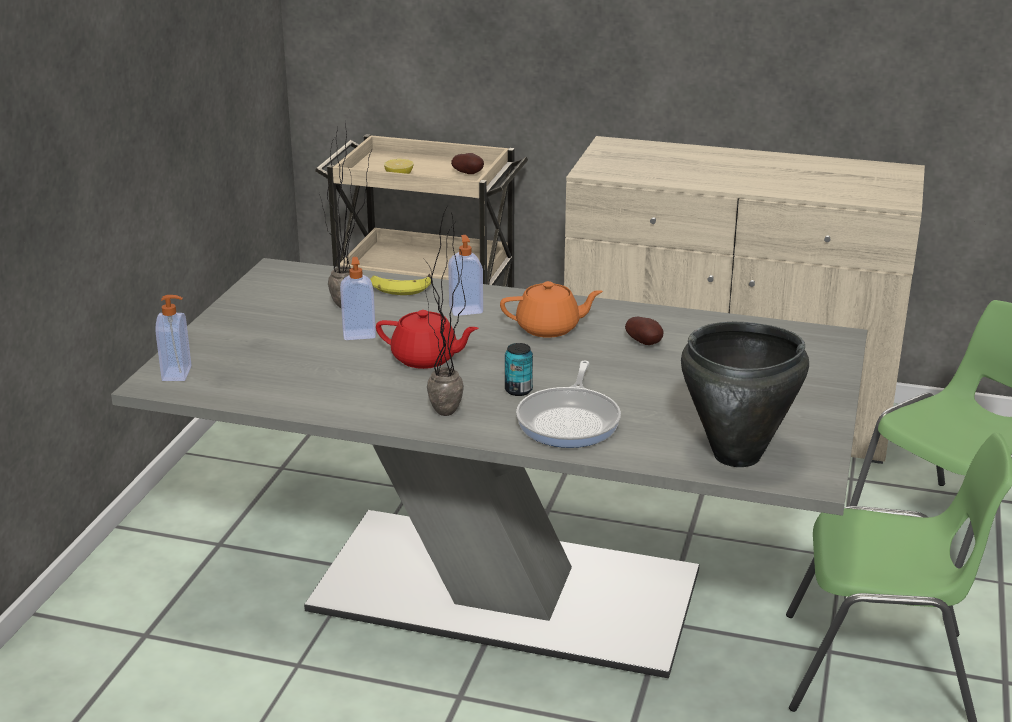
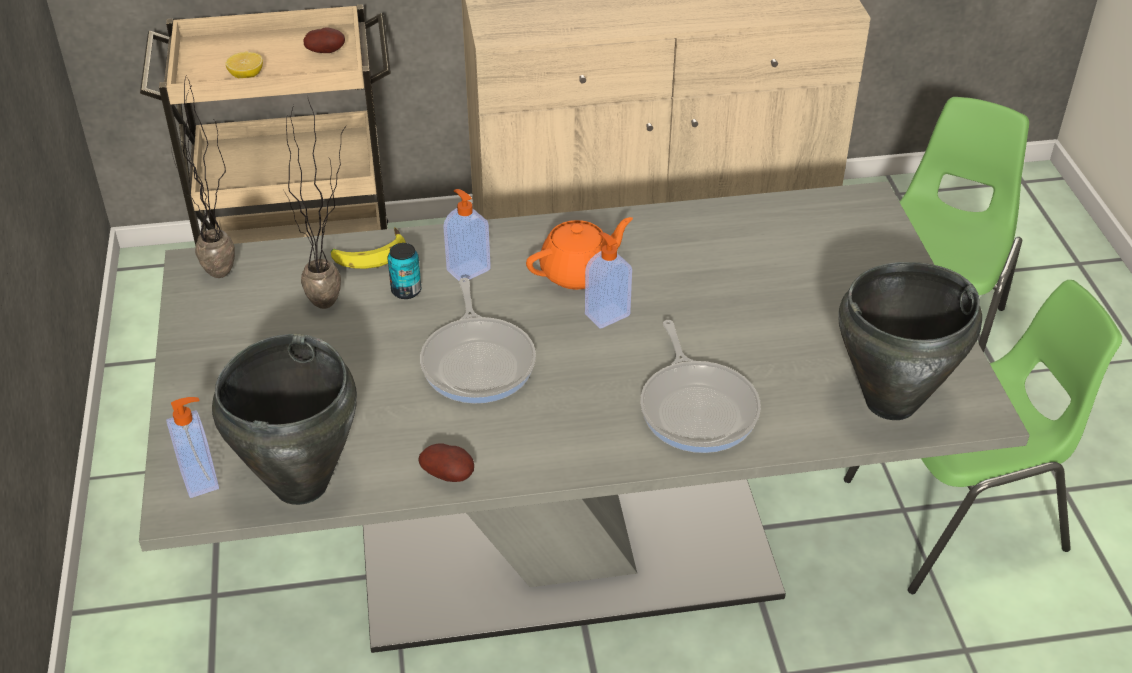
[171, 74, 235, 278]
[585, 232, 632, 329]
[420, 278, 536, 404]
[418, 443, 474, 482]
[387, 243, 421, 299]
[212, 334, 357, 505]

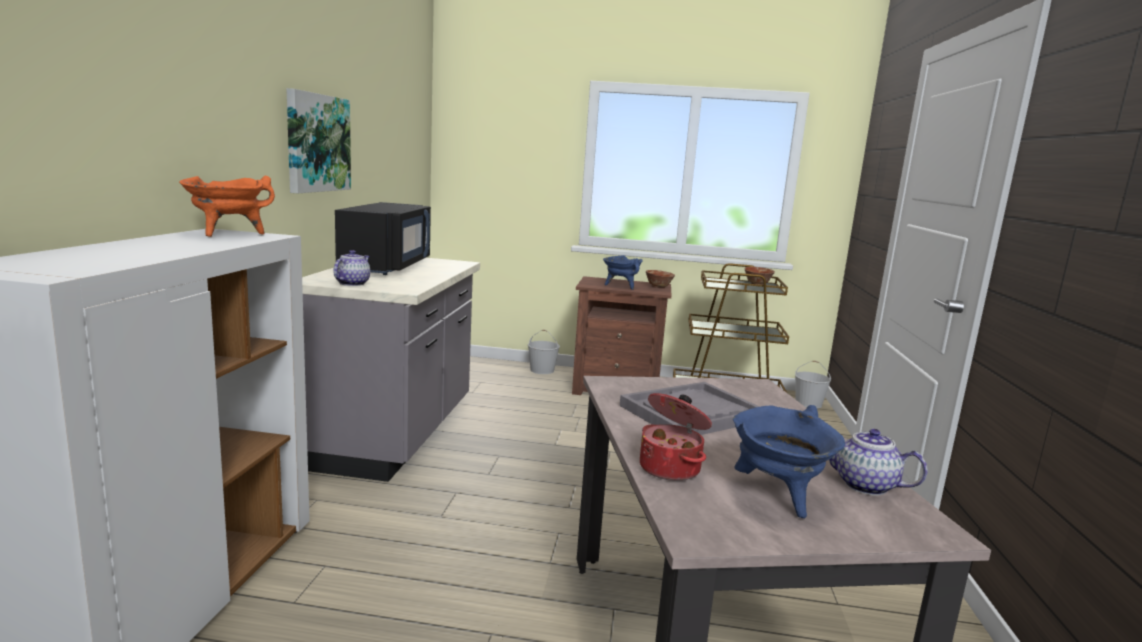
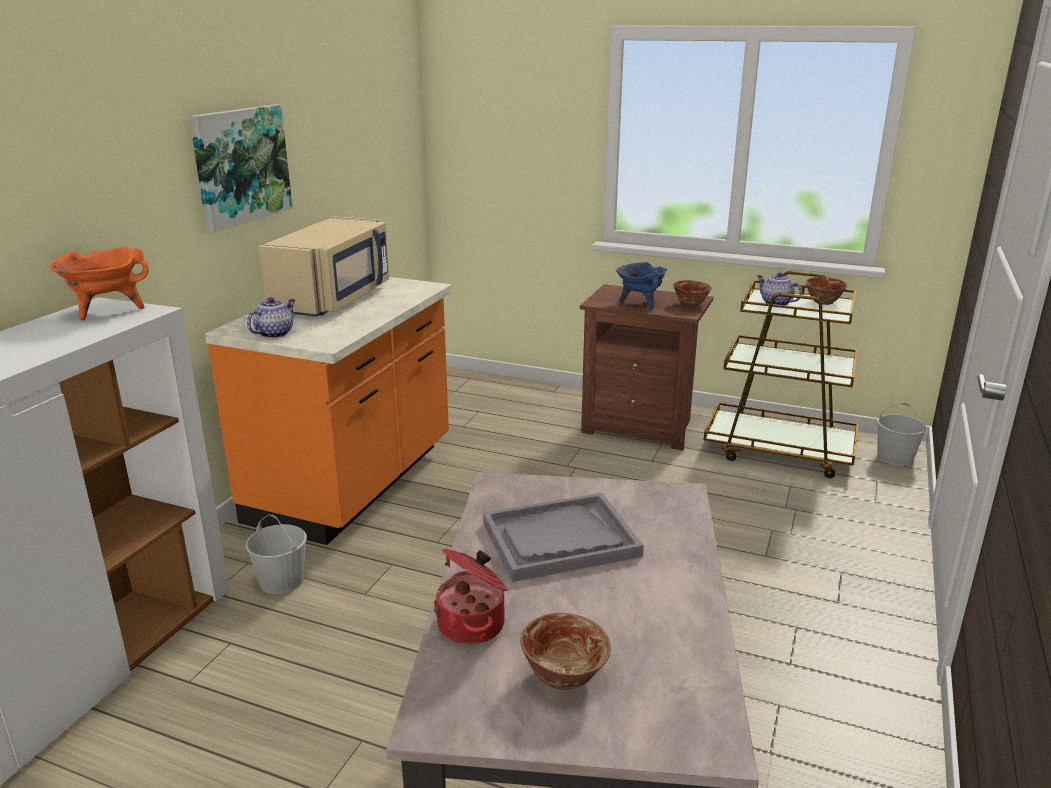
[259, 216, 389, 317]
[205, 277, 451, 545]
[245, 514, 307, 594]
[520, 613, 611, 690]
[757, 273, 802, 305]

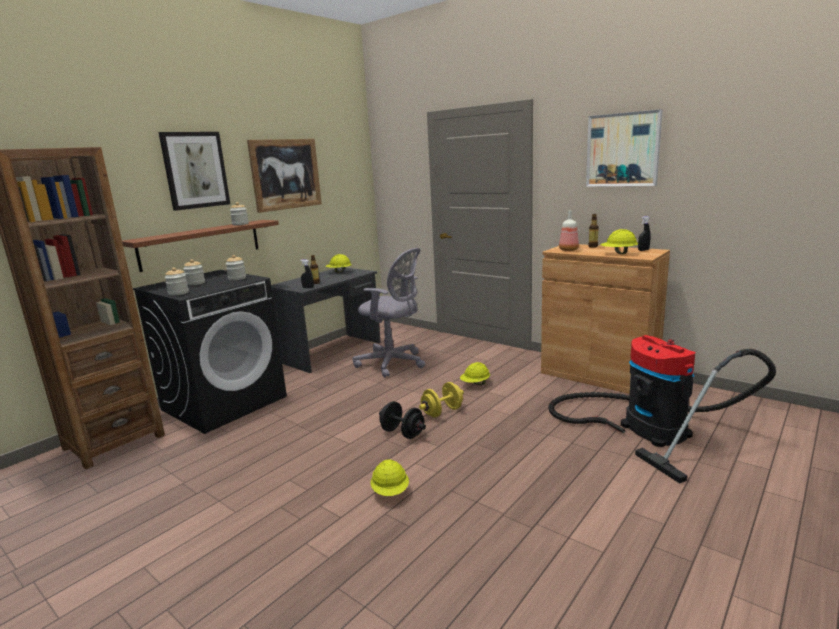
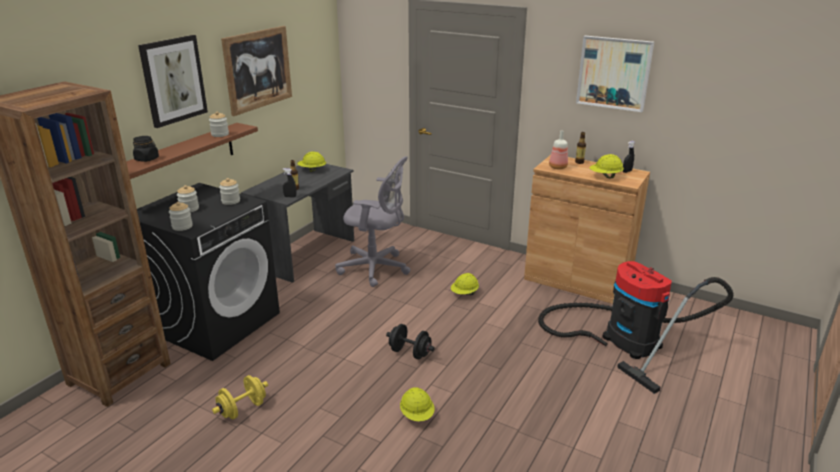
[212, 375, 268, 420]
[133, 136, 159, 162]

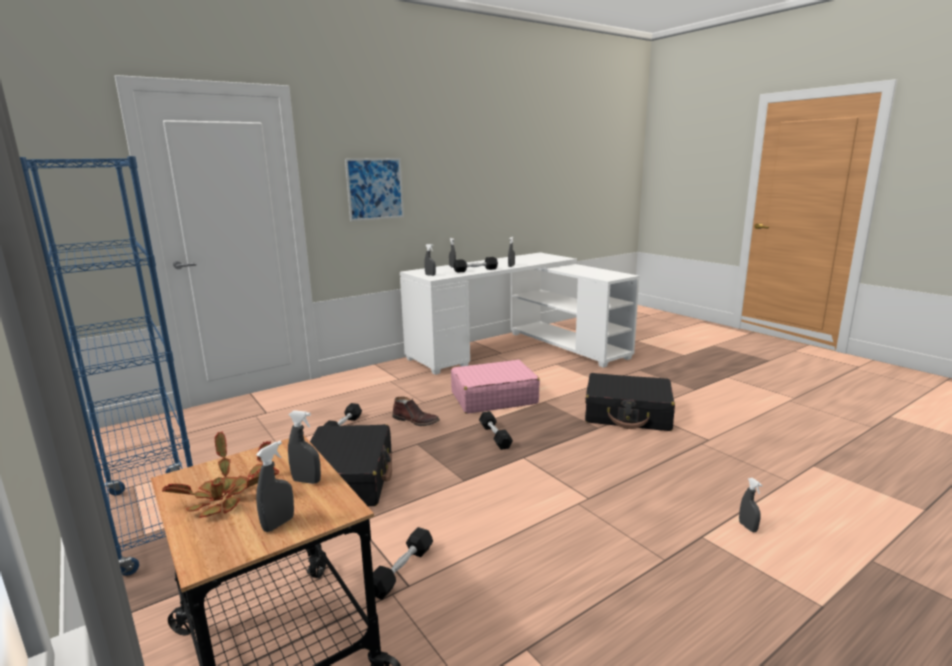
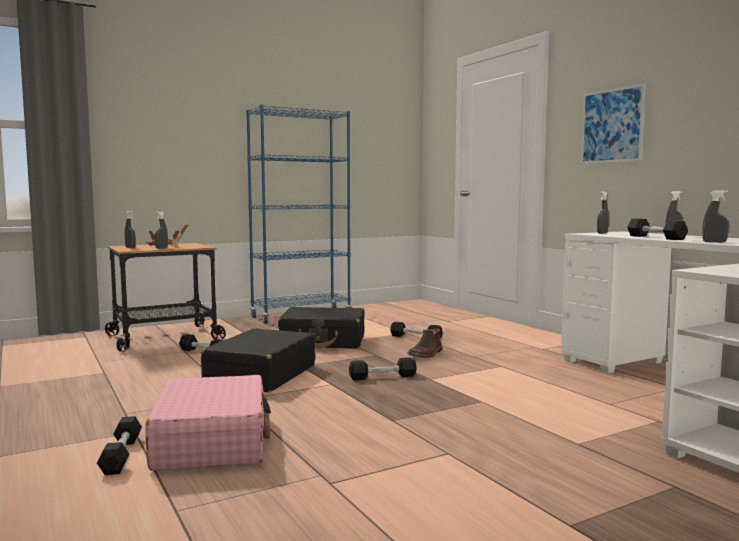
[145, 375, 271, 470]
[201, 328, 315, 392]
[97, 416, 142, 475]

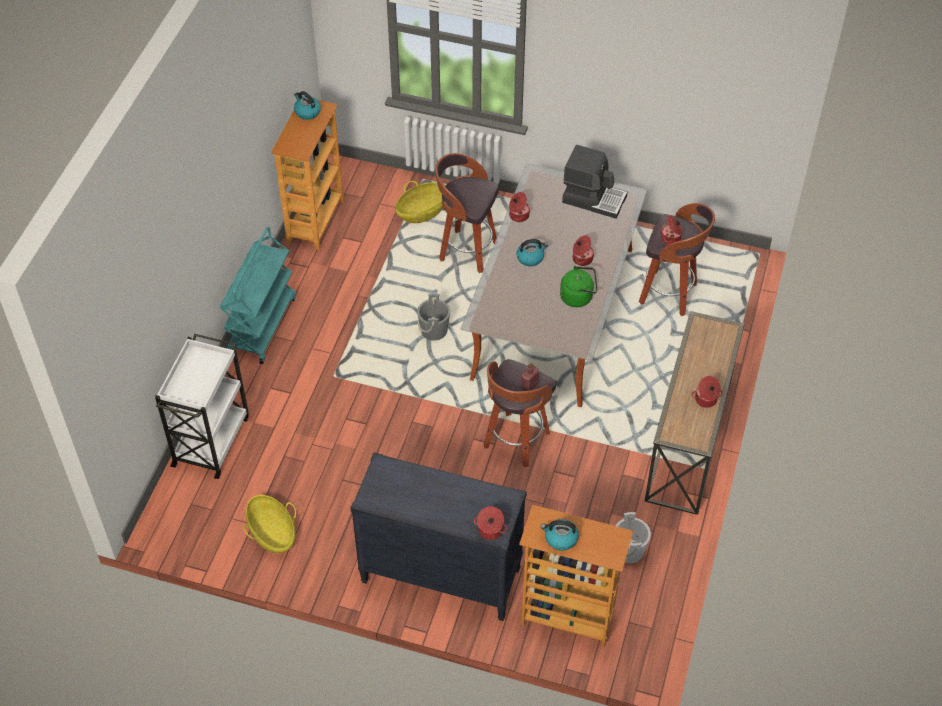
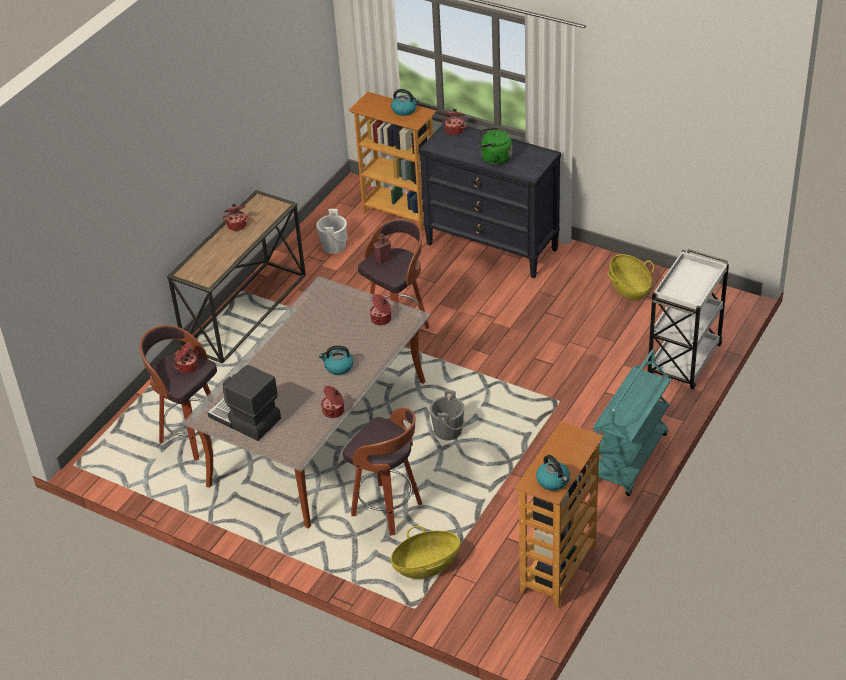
[370, 294, 391, 325]
[477, 127, 512, 165]

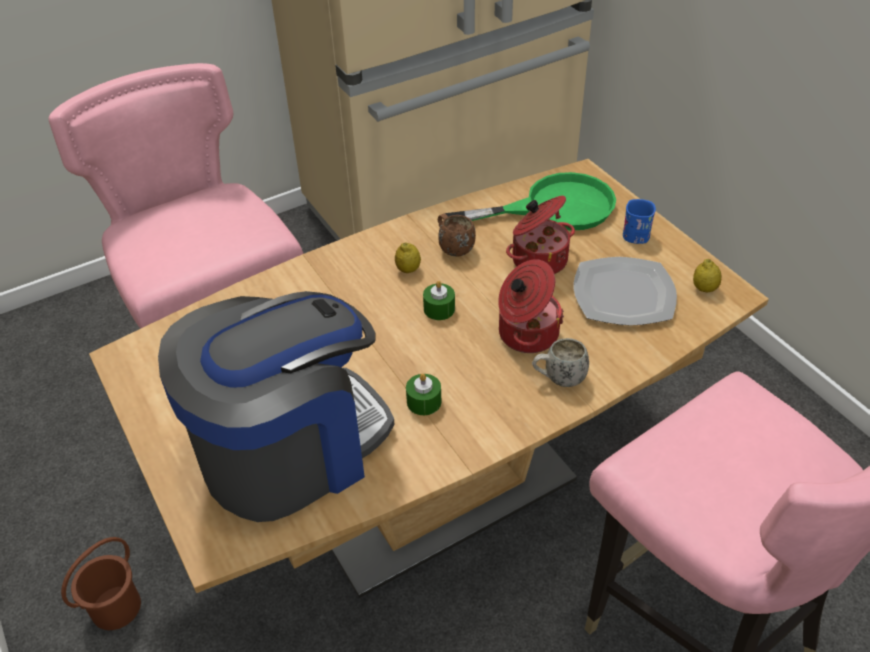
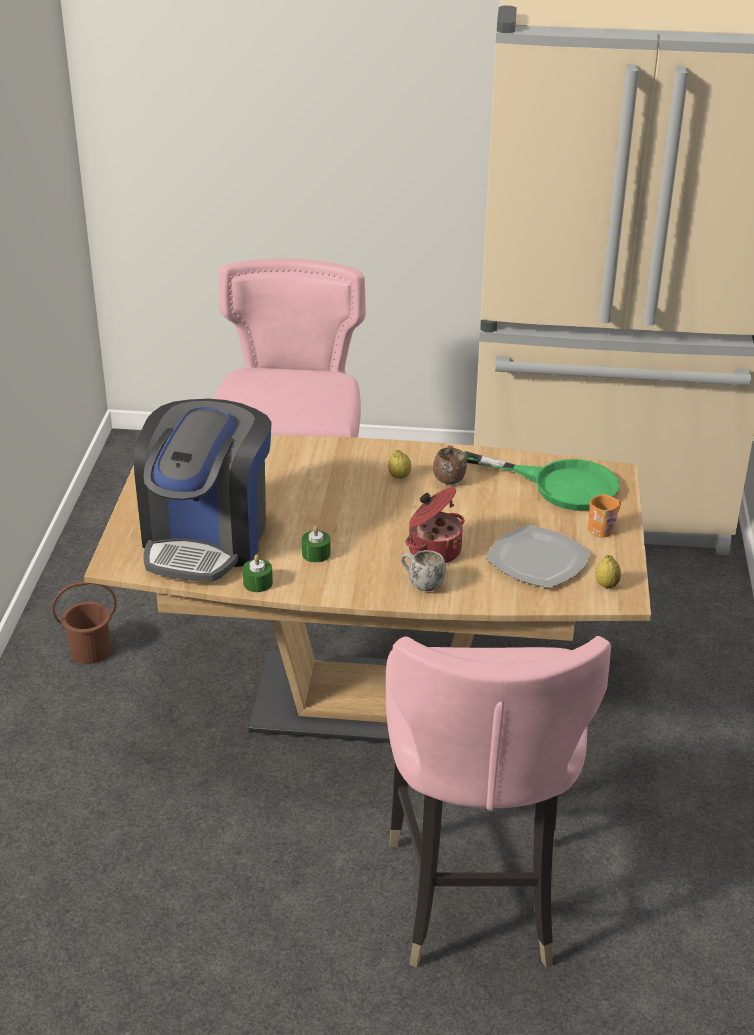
[506, 196, 575, 274] (first image)
[587, 494, 621, 538]
[243, 555, 273, 592]
[134, 399, 272, 582]

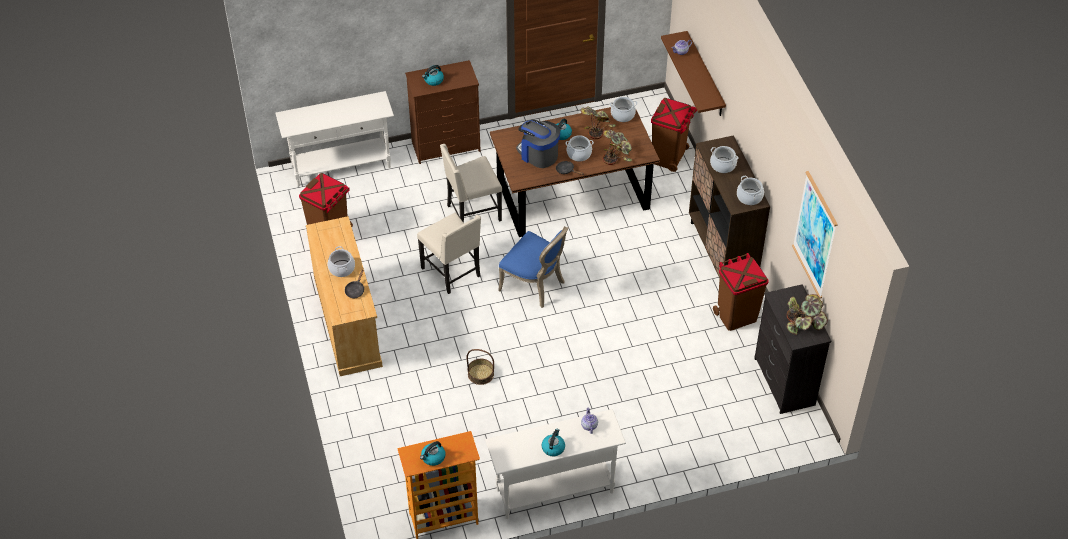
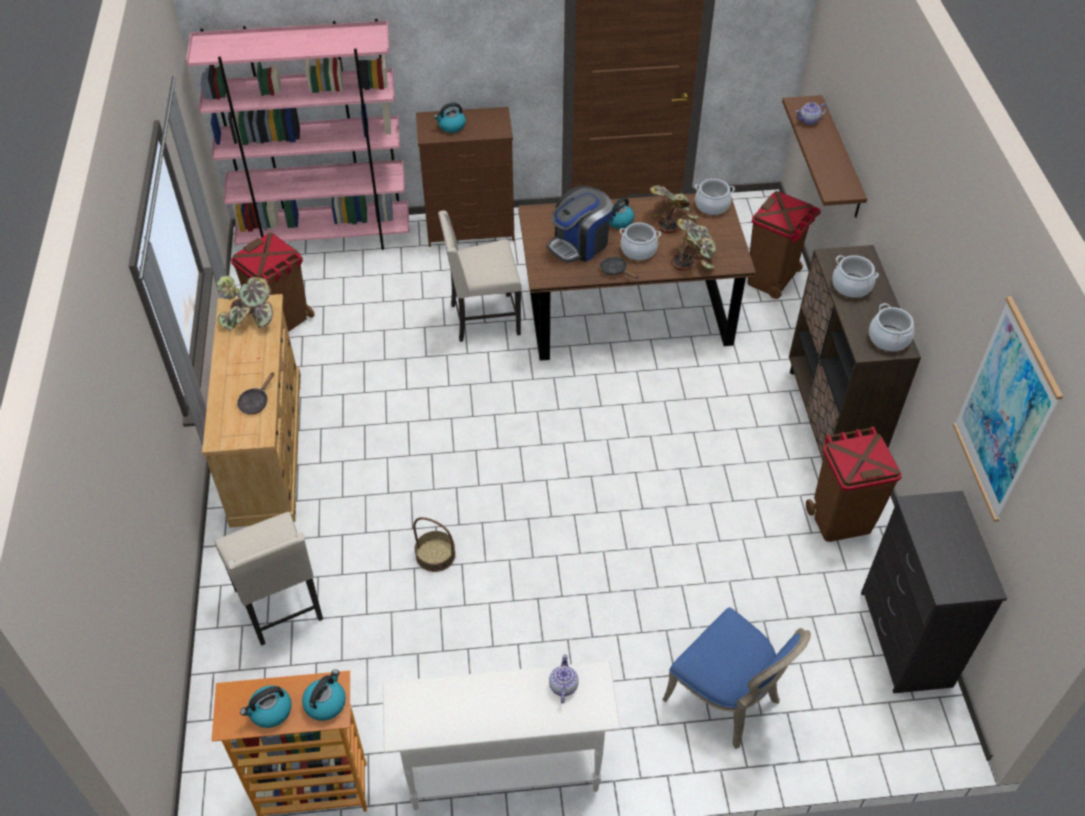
[186, 18, 410, 250]
[547, 186, 613, 263]
[214, 512, 323, 646]
[662, 607, 811, 749]
[328, 246, 355, 277] (first image)
[216, 276, 273, 330]
[302, 670, 346, 721]

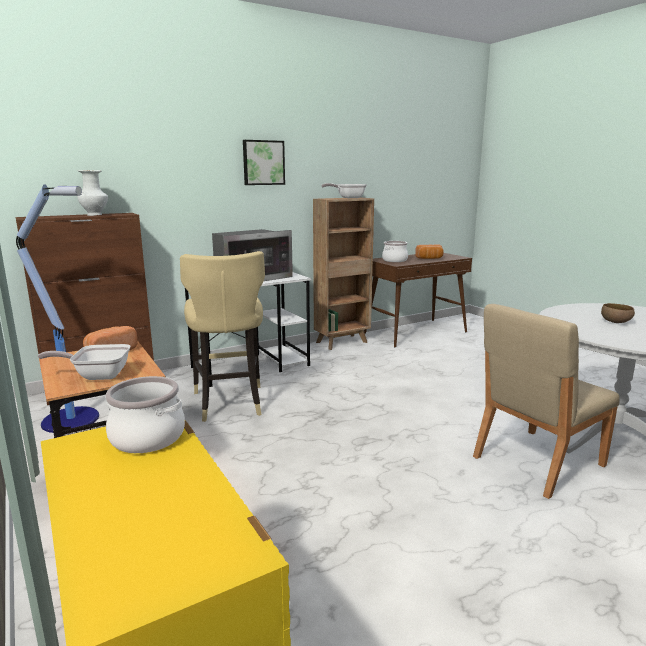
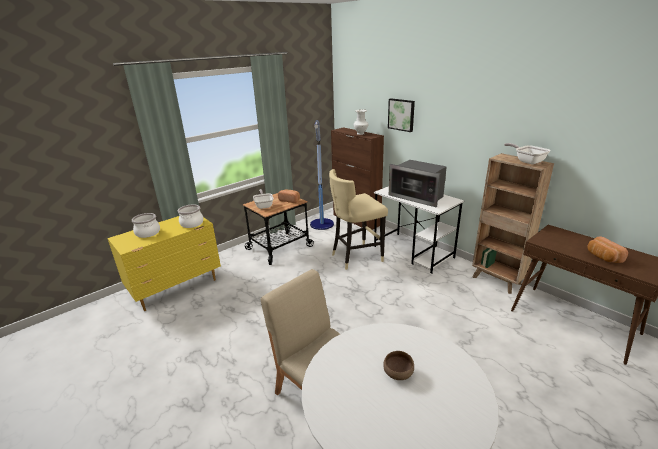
[388, 98, 415, 132]
[132, 213, 160, 238]

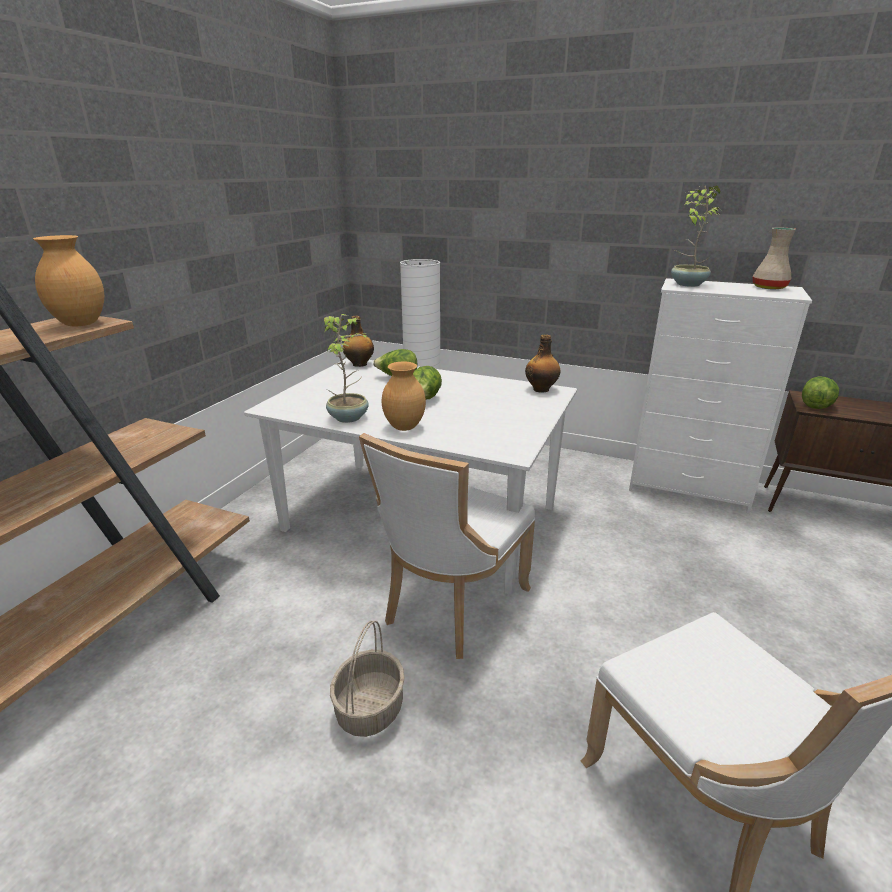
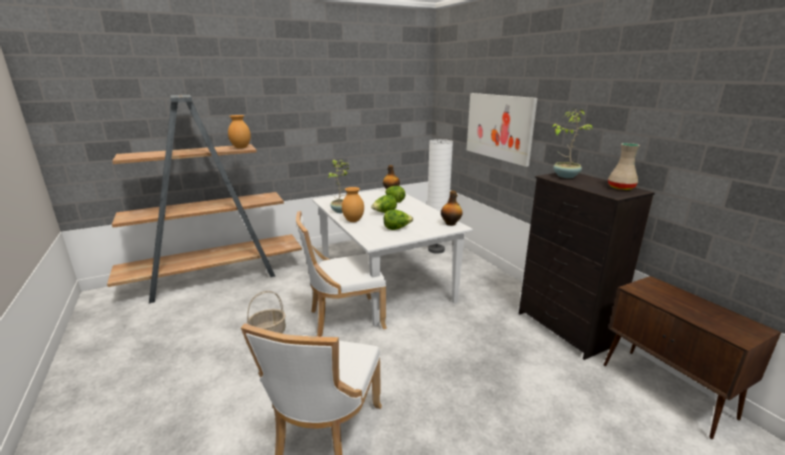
[519, 173, 655, 360]
[384, 209, 413, 230]
[467, 93, 537, 167]

